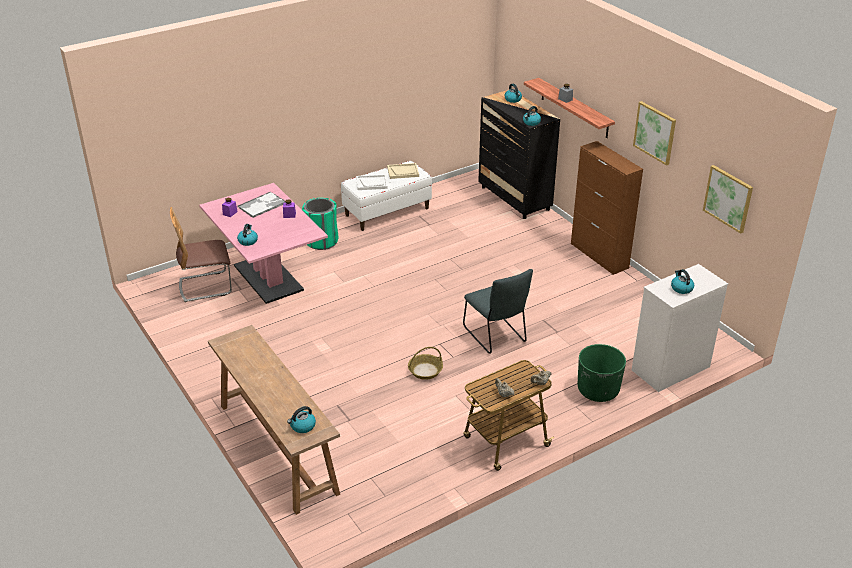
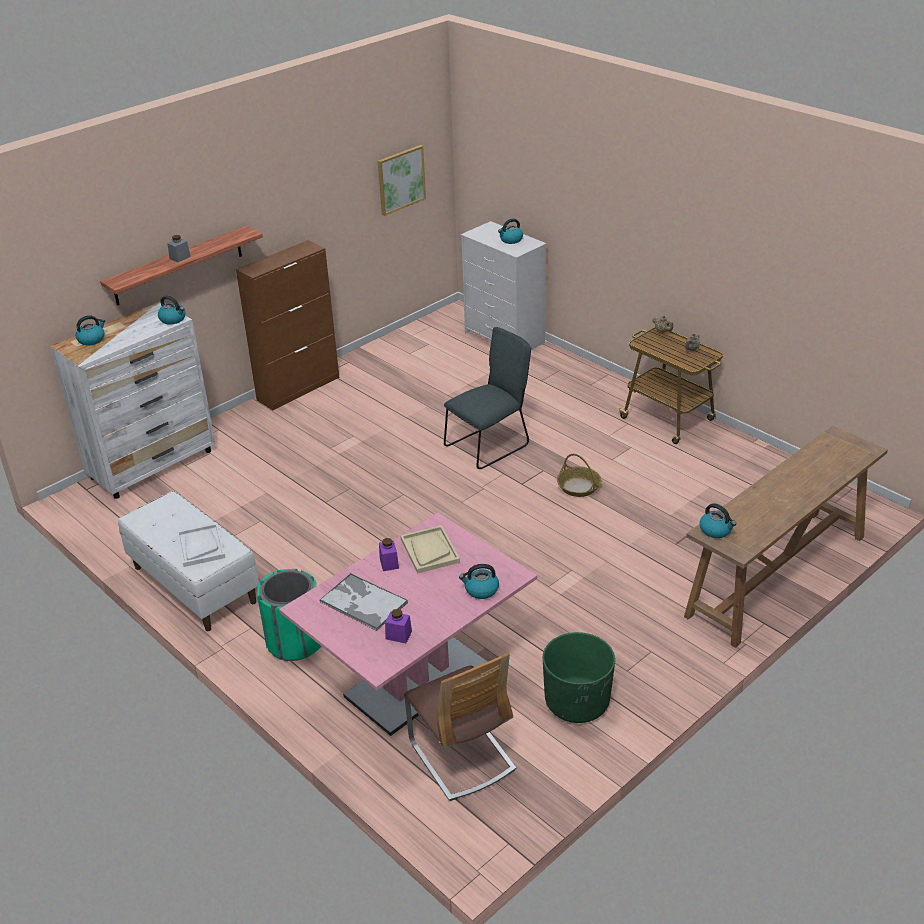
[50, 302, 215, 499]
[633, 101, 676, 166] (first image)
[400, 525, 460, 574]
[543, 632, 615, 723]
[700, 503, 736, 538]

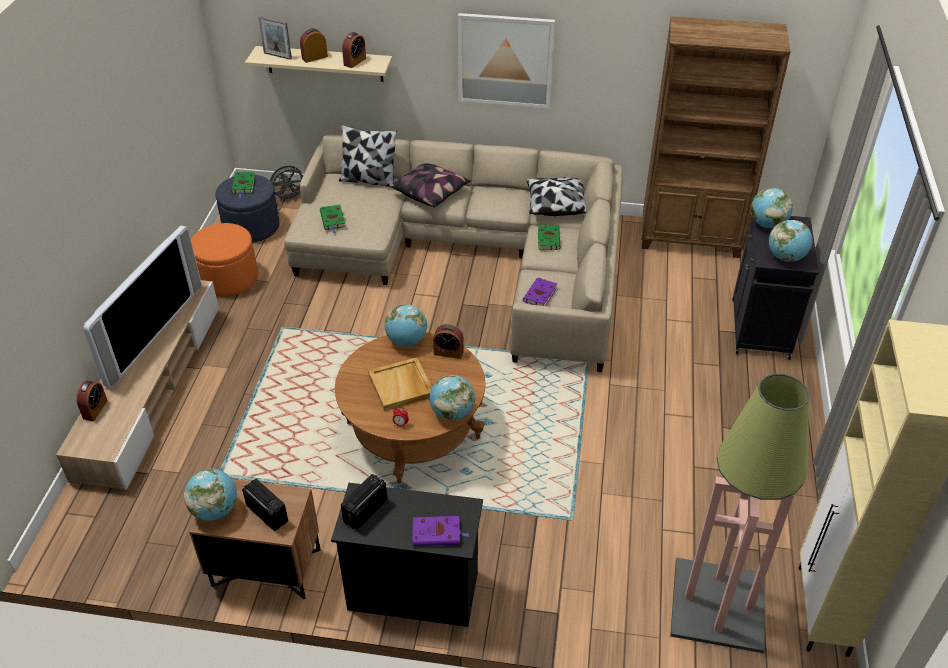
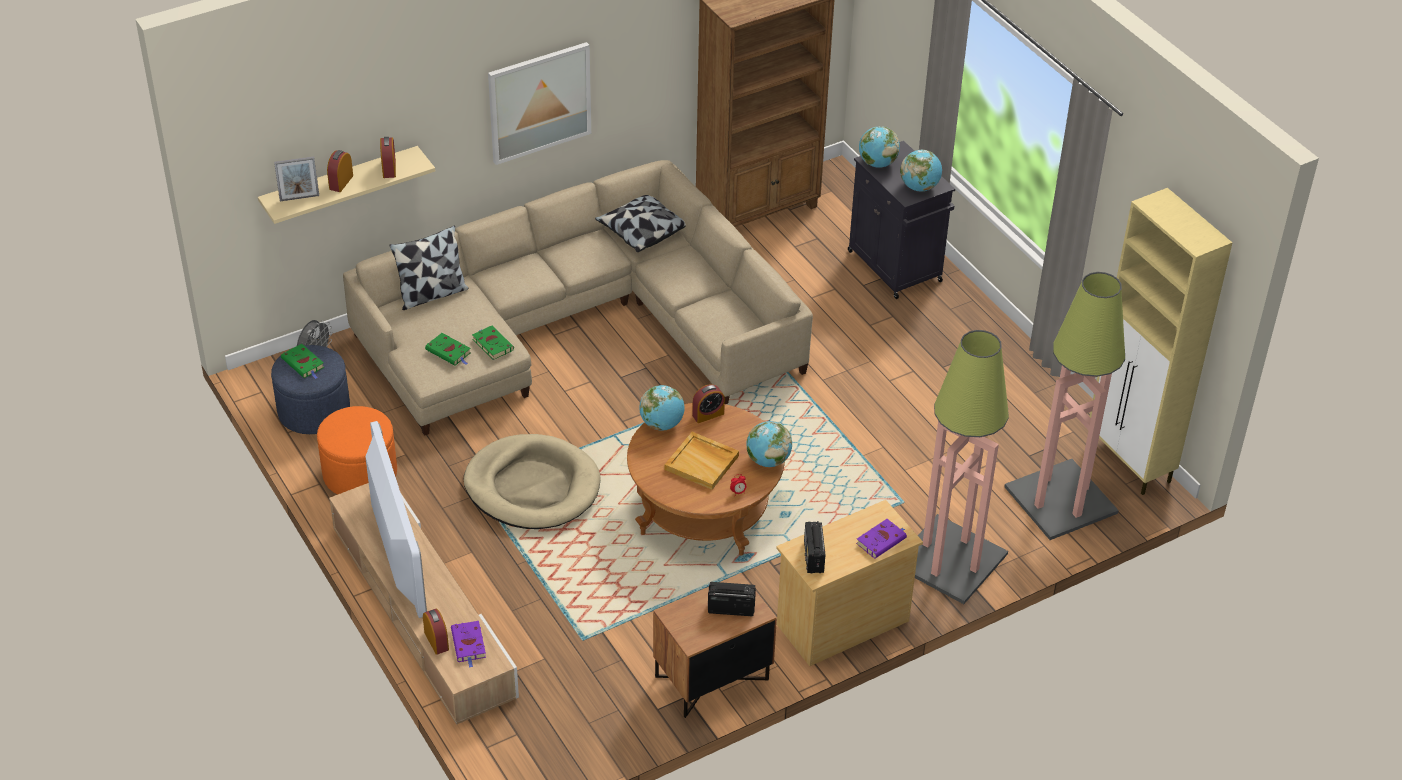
[389, 163, 471, 207] (first image)
[472, 326, 514, 360]
[451, 621, 486, 668]
[184, 469, 237, 521] (first image)
[776, 500, 923, 666]
[915, 330, 1009, 604]
[464, 434, 600, 529]

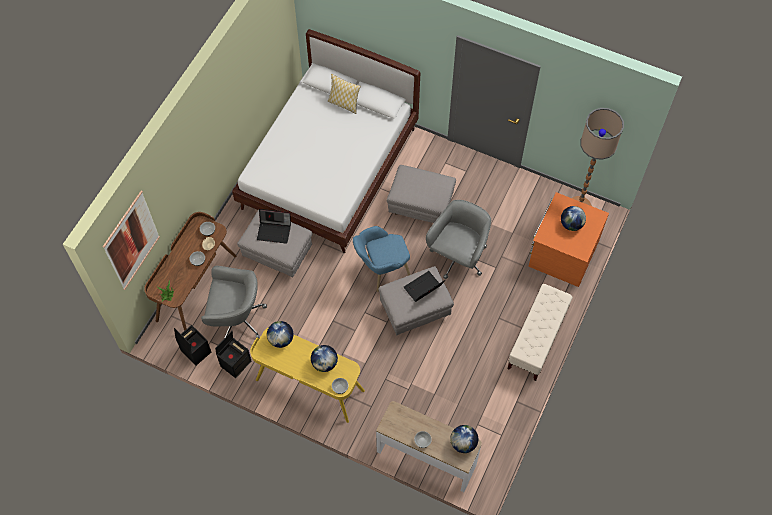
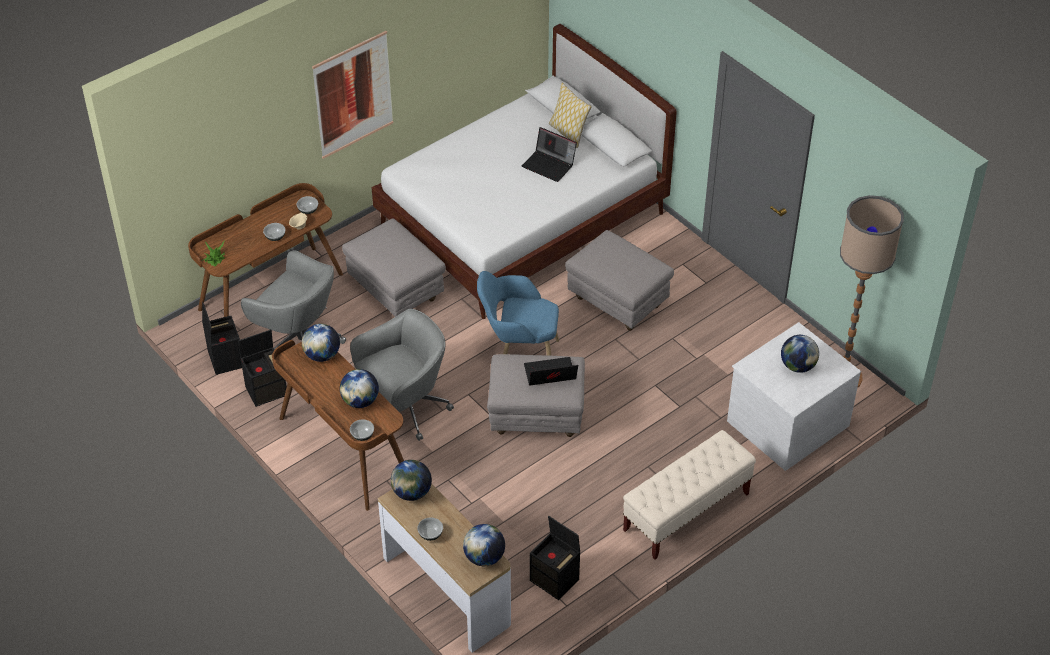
[312, 31, 393, 159]
[727, 322, 861, 471]
[350, 309, 454, 441]
[522, 127, 577, 182]
[272, 340, 404, 511]
[391, 460, 432, 501]
[530, 515, 580, 600]

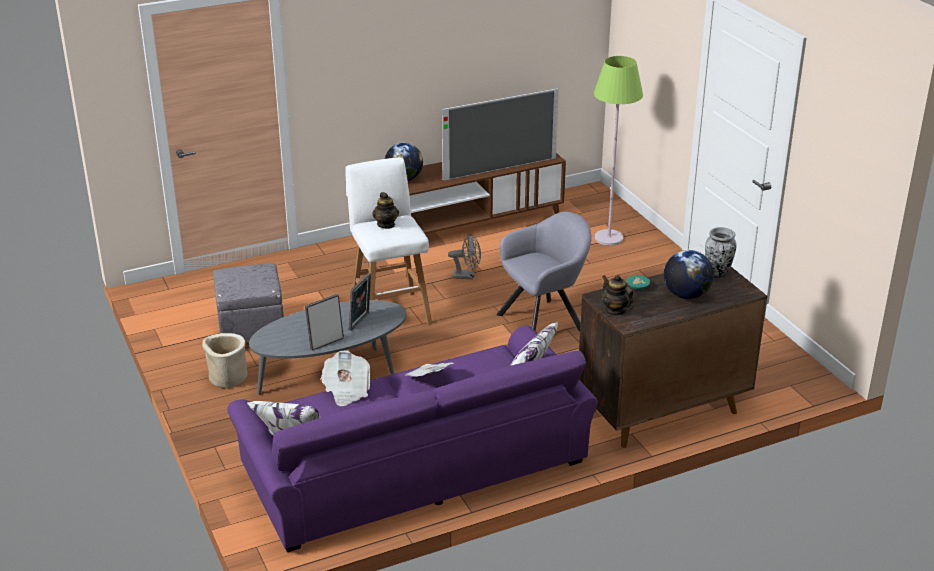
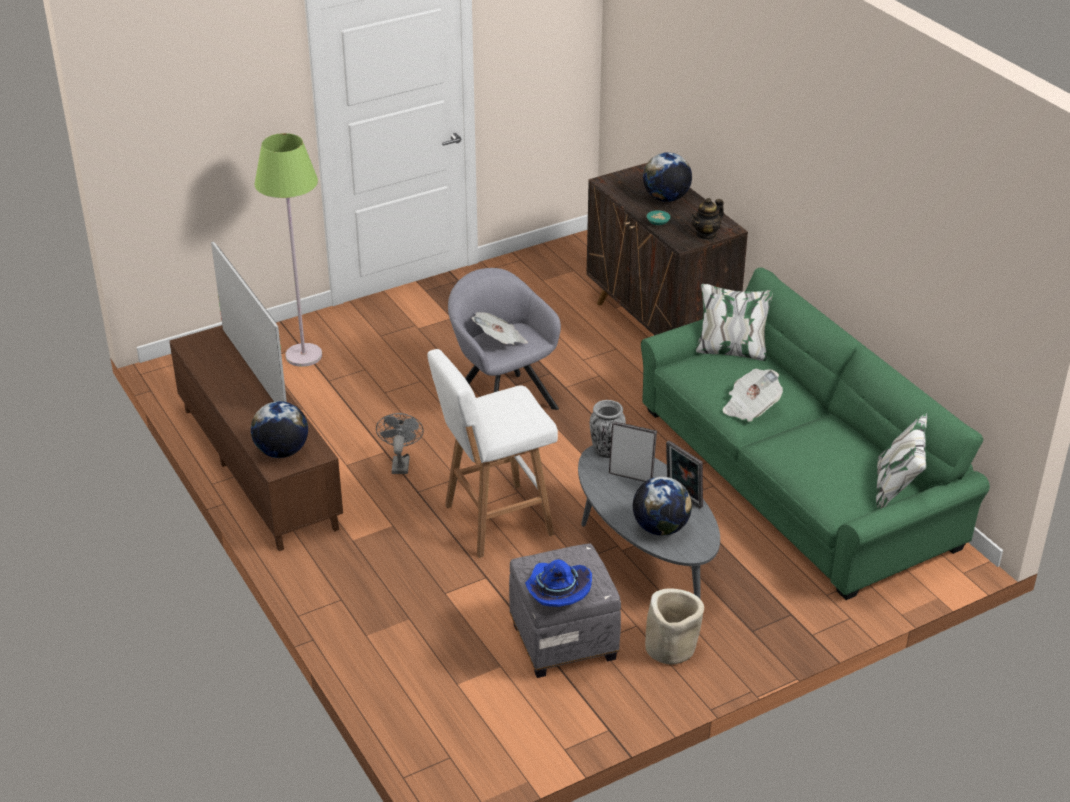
[372, 192, 399, 229] (first image)
[590, 400, 626, 458]
[641, 267, 990, 600]
[471, 312, 528, 345]
[633, 477, 692, 536]
[525, 559, 592, 607]

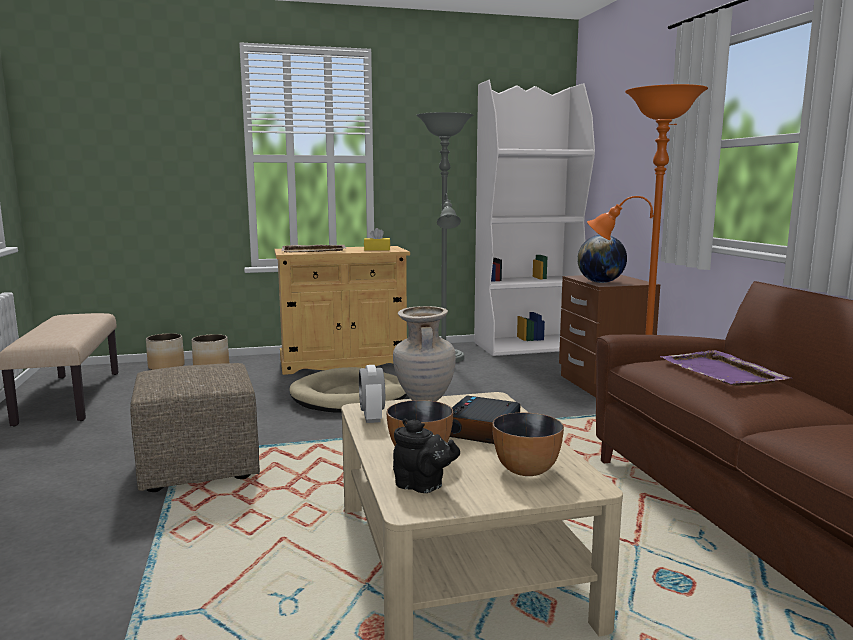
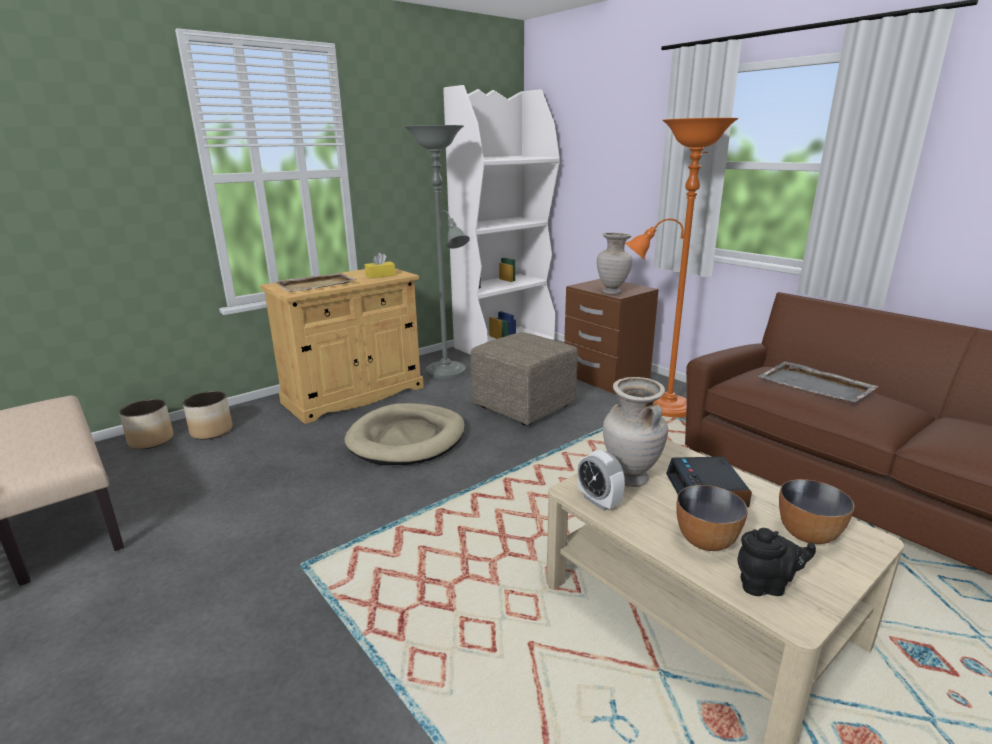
[597, 233, 632, 294]
[758, 361, 879, 402]
[471, 332, 578, 425]

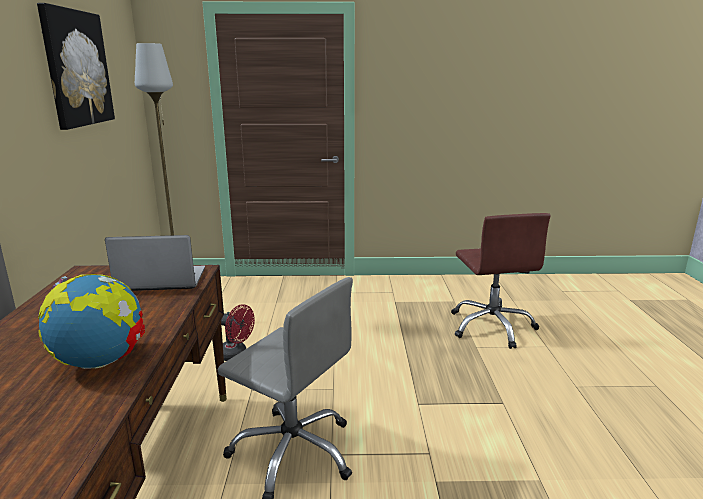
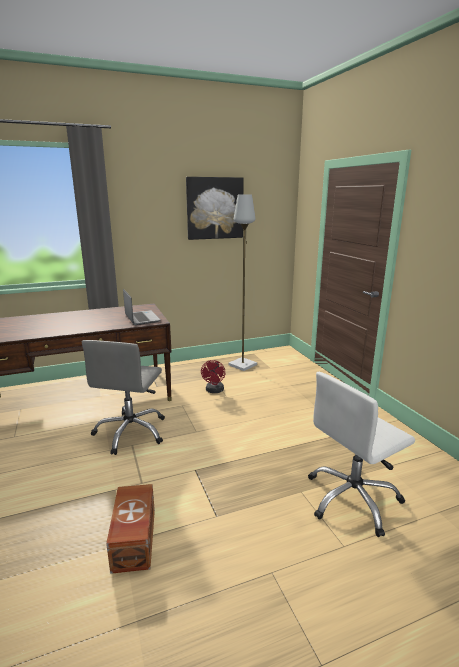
[308, 372, 415, 537]
[38, 274, 145, 369] (first image)
[106, 484, 155, 574]

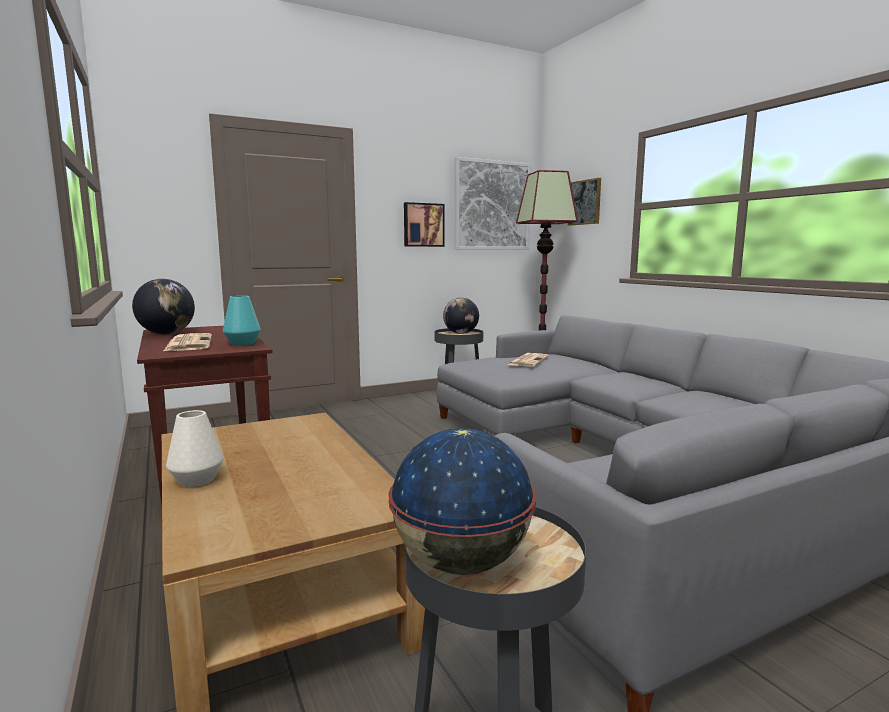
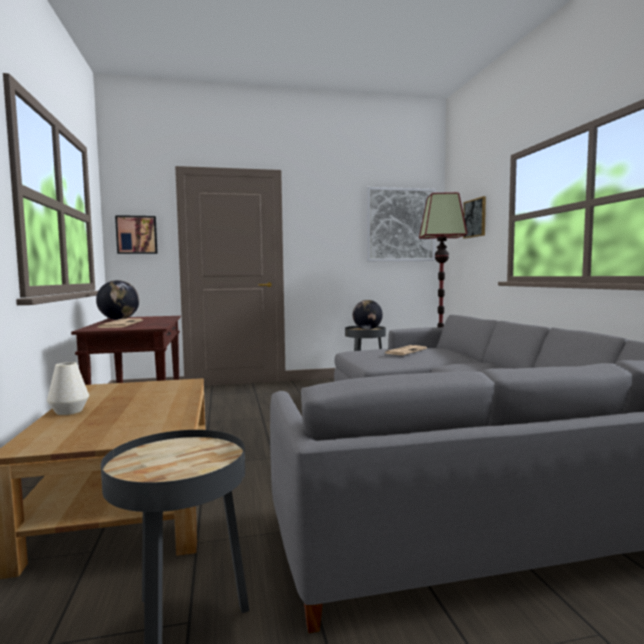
[115, 215, 158, 254]
[223, 296, 261, 345] (first image)
[388, 428, 536, 575] (first image)

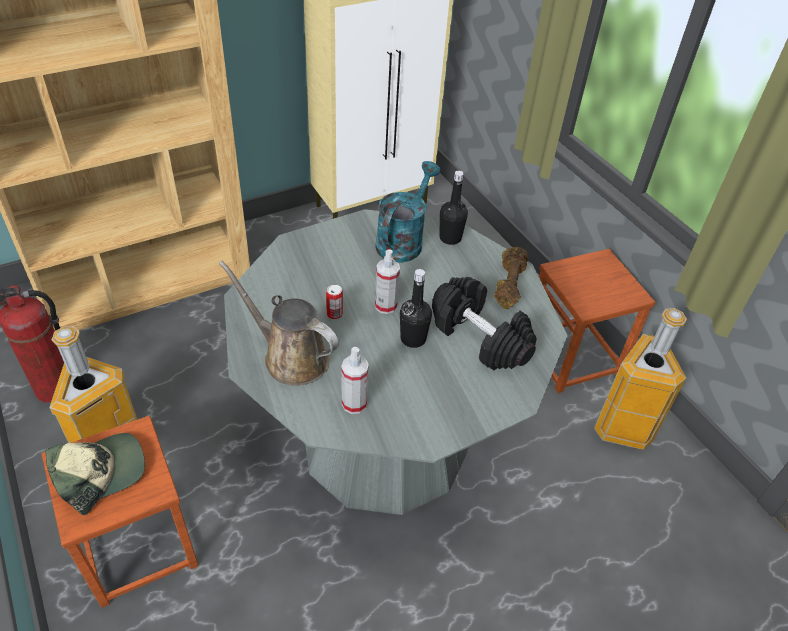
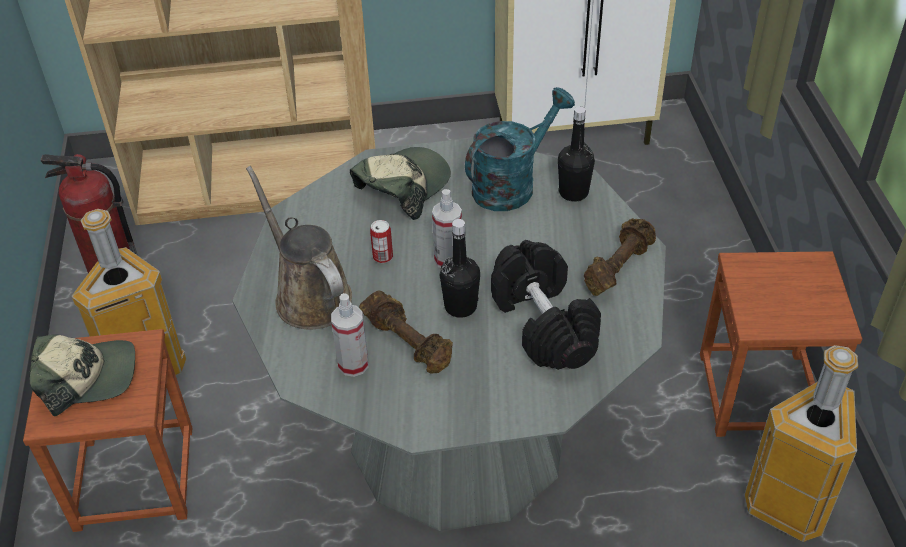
[350, 147, 451, 220]
[359, 290, 453, 373]

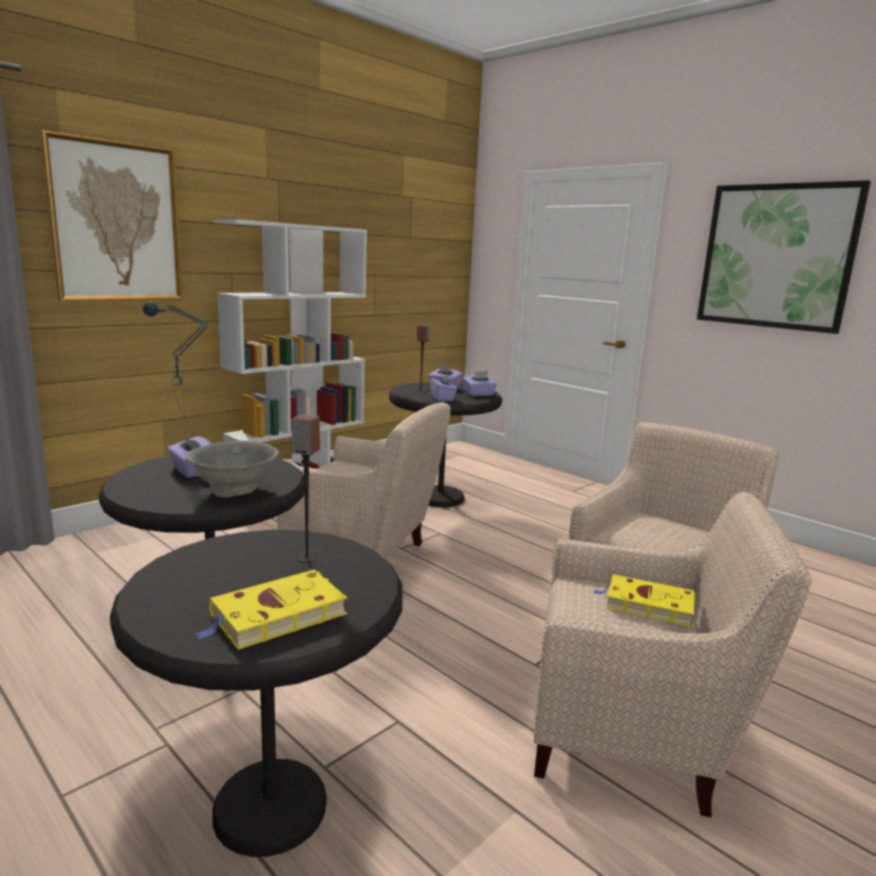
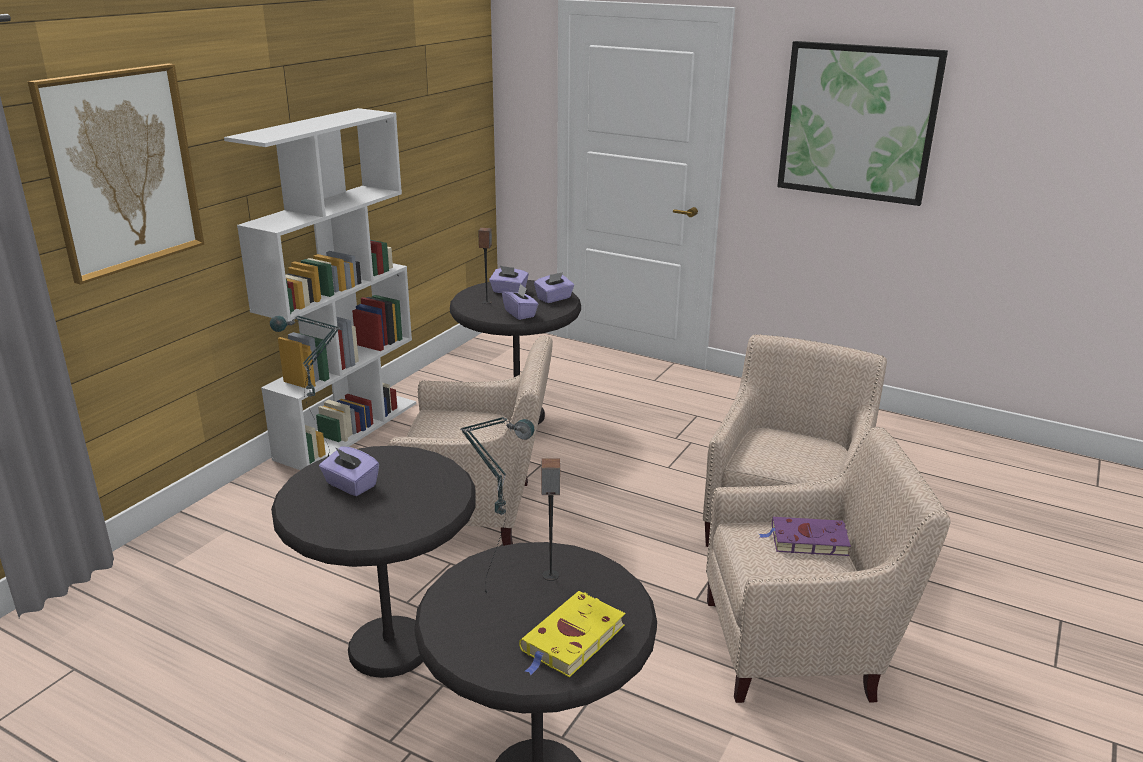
[186, 441, 279, 498] (first image)
[759, 517, 851, 556]
[460, 417, 535, 594]

